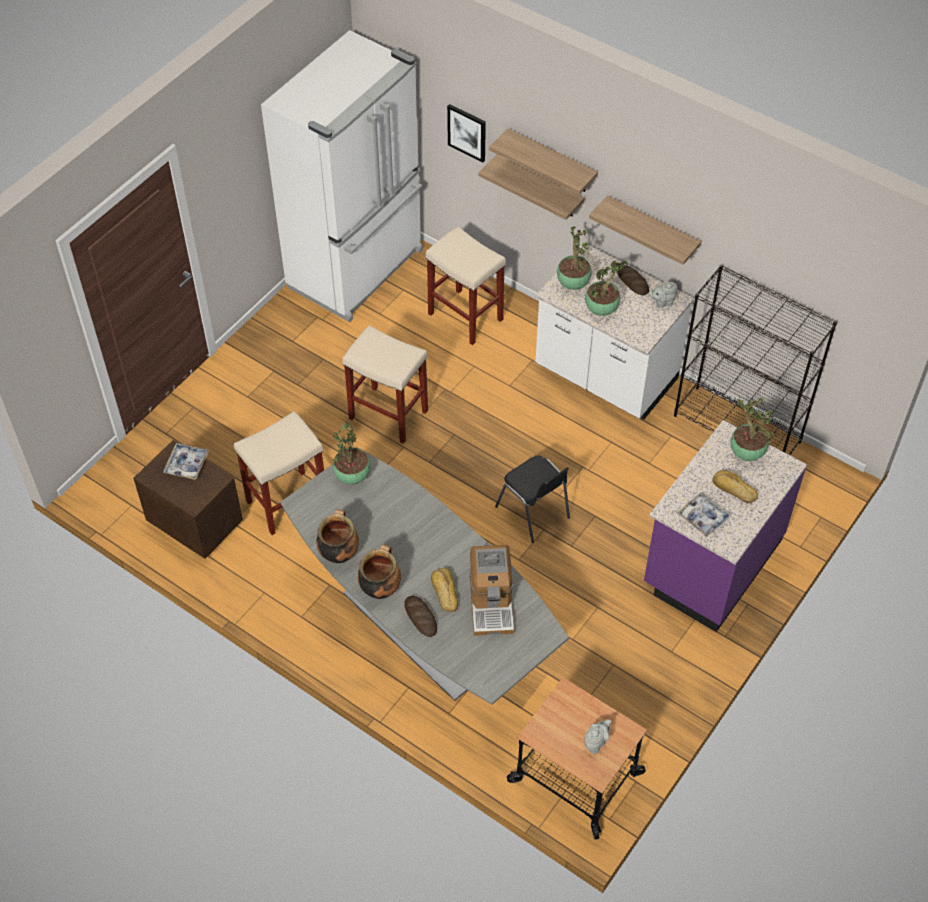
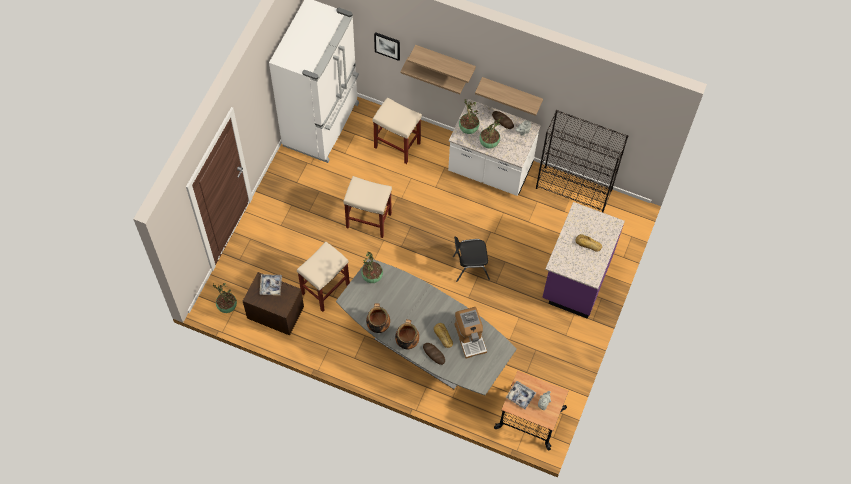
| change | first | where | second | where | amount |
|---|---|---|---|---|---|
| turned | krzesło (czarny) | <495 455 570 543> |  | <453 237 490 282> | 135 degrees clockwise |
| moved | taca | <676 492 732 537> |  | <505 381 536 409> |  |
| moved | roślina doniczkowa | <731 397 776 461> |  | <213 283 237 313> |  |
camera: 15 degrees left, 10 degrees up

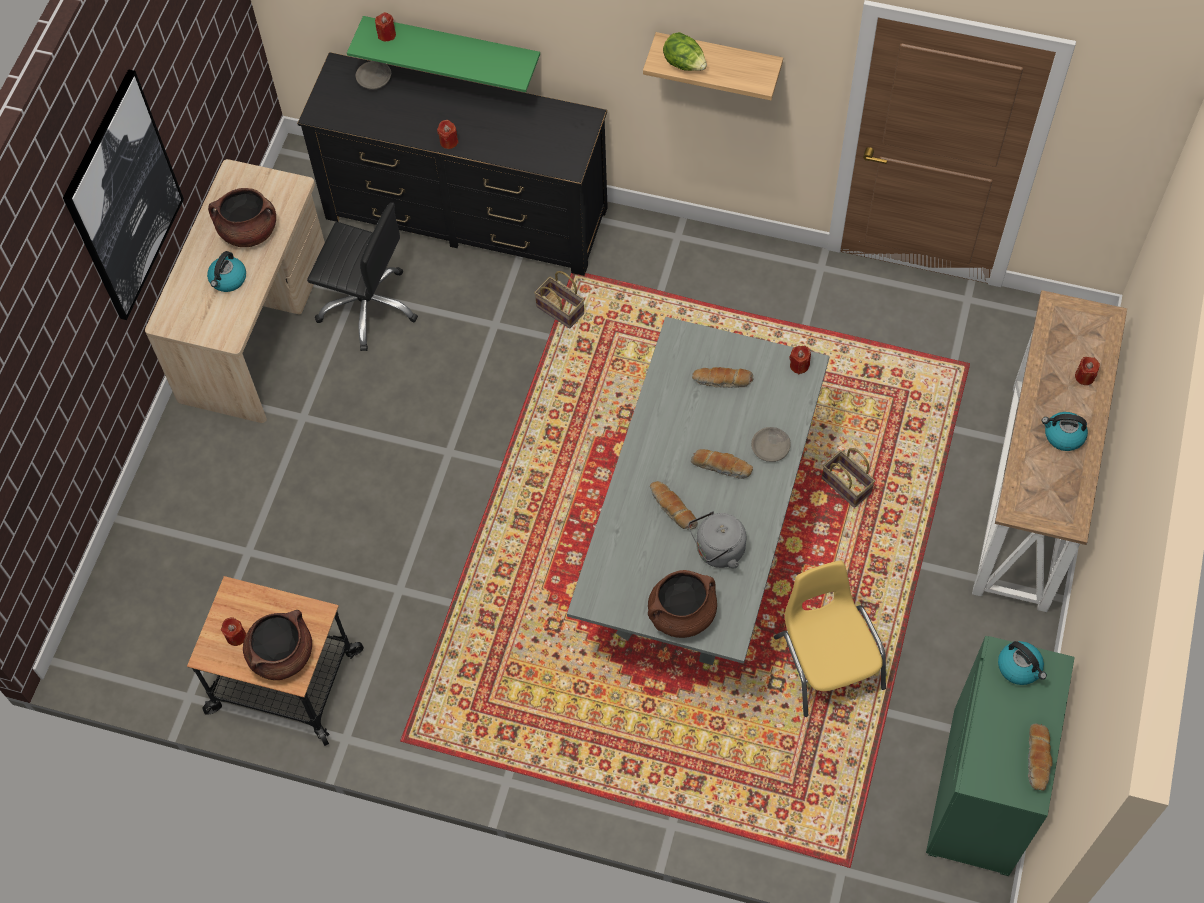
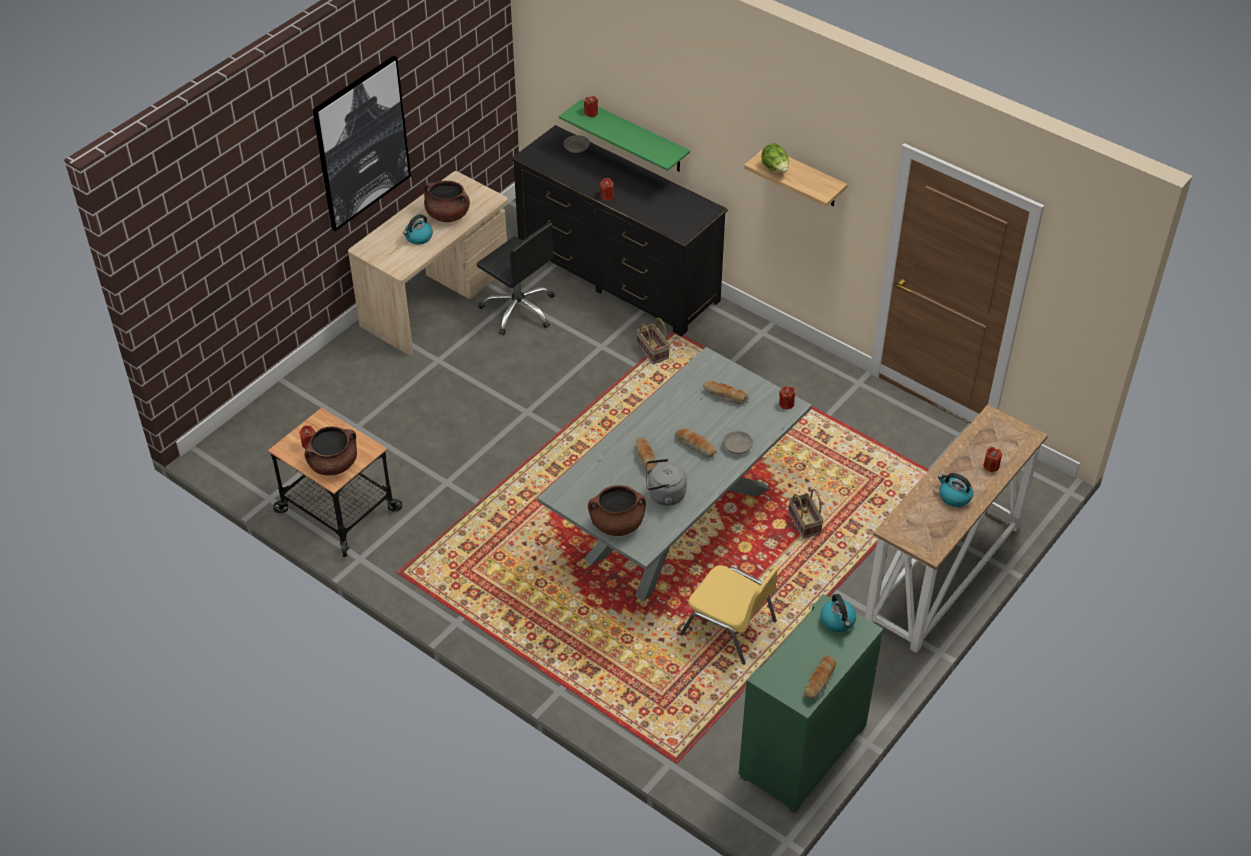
| change | first | where | second | where | amount |
|---|---|---|---|---|---|
| turned | krzesło (żółty) | <774 561 886 717> |  | <680 565 779 665> | 120 degrees clockwise |
camera: 20 degrees right, 15 degrees down

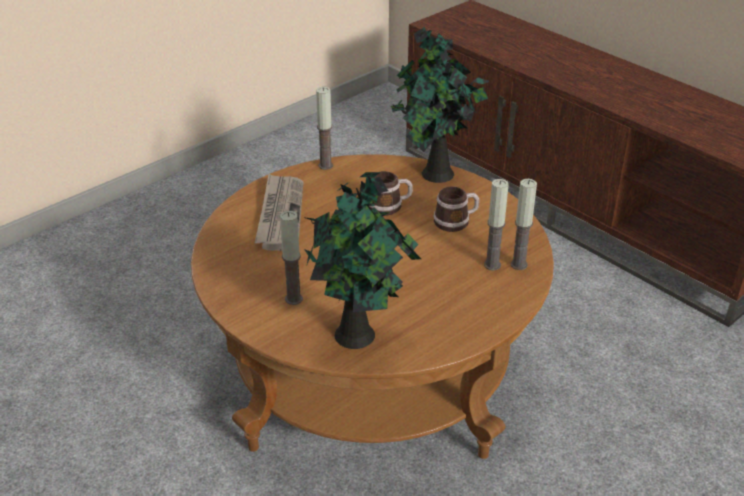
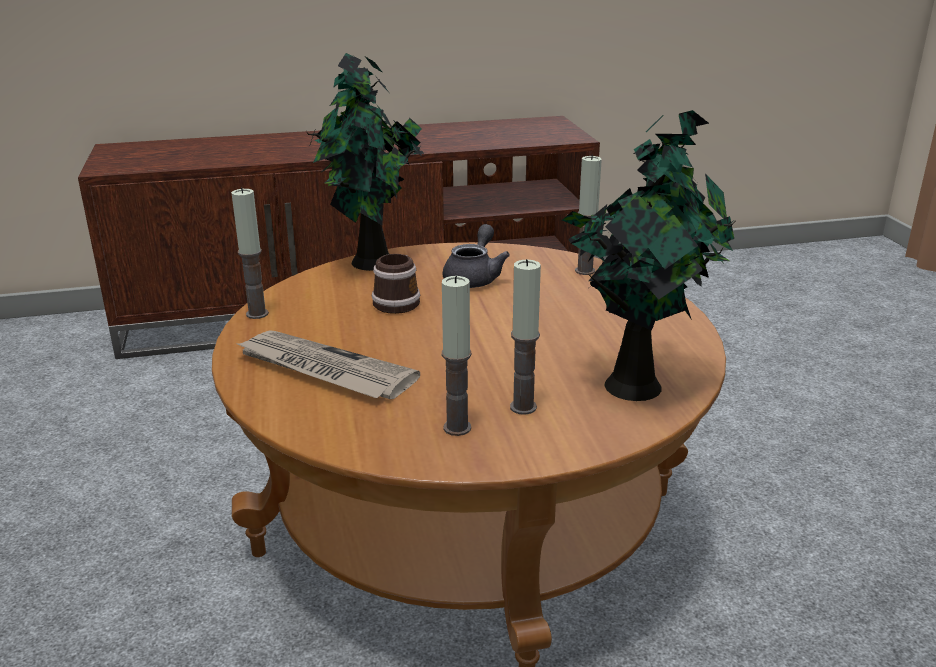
| change | first | where | second | where | amount |
|---|---|---|---|---|---|
| replaced | kubek | <433 186 479 232> | imbryk (szary) | <443 224 510 288> |  |
| moved | świeca | <484 179 509 270> |  | <442 276 472 436> |  |
camera: 60 degrees left, 10 degrees down

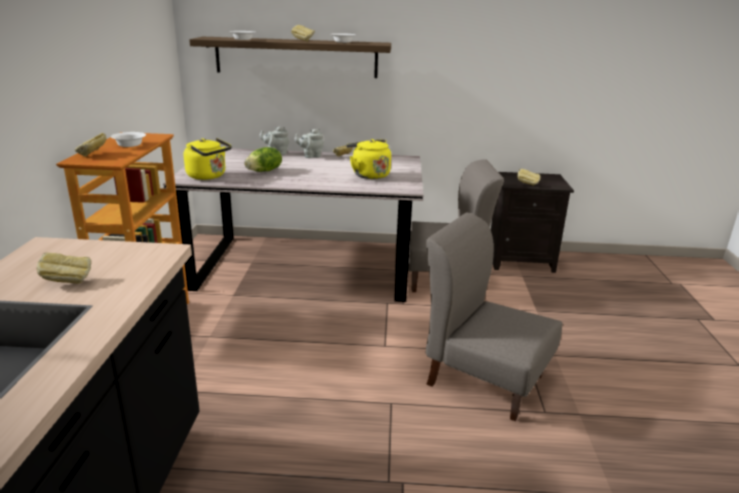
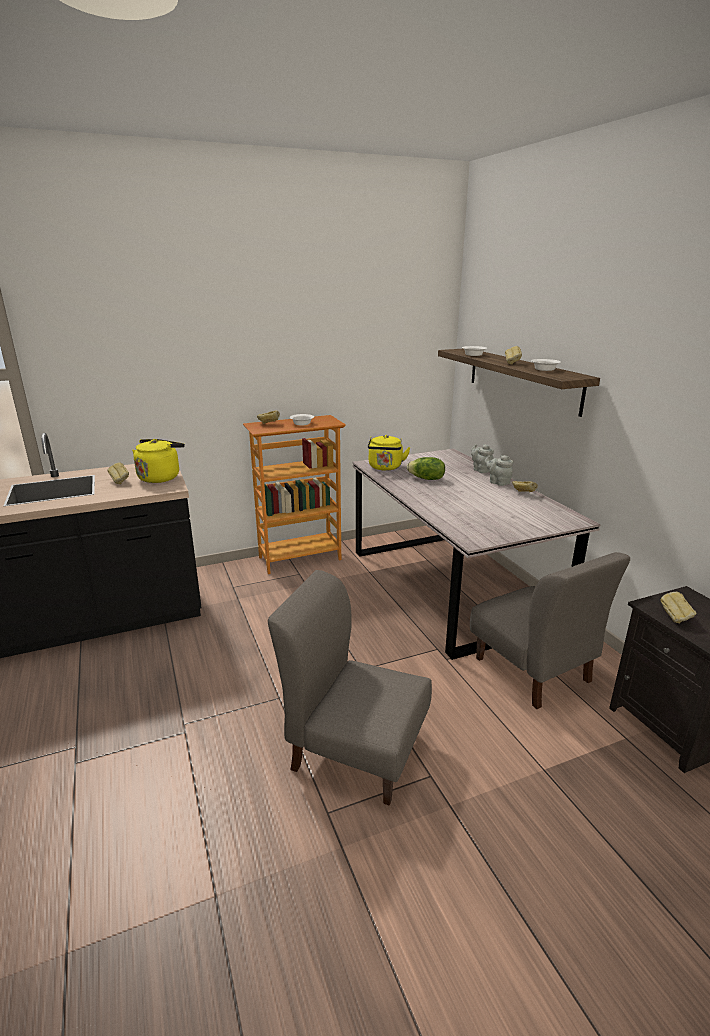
| change | first | where | second | where | amount |
|---|---|---|---|---|---|
| moved | czajnik (żółty) | <346 139 391 179> |  | <132 439 185 483> |  |
| turned | krzesło (szary) | <426 213 562 421> |  | <268 570 432 806> | 75 degrees counterclockwise |
camera: 65 degrees right, 0 degrees up

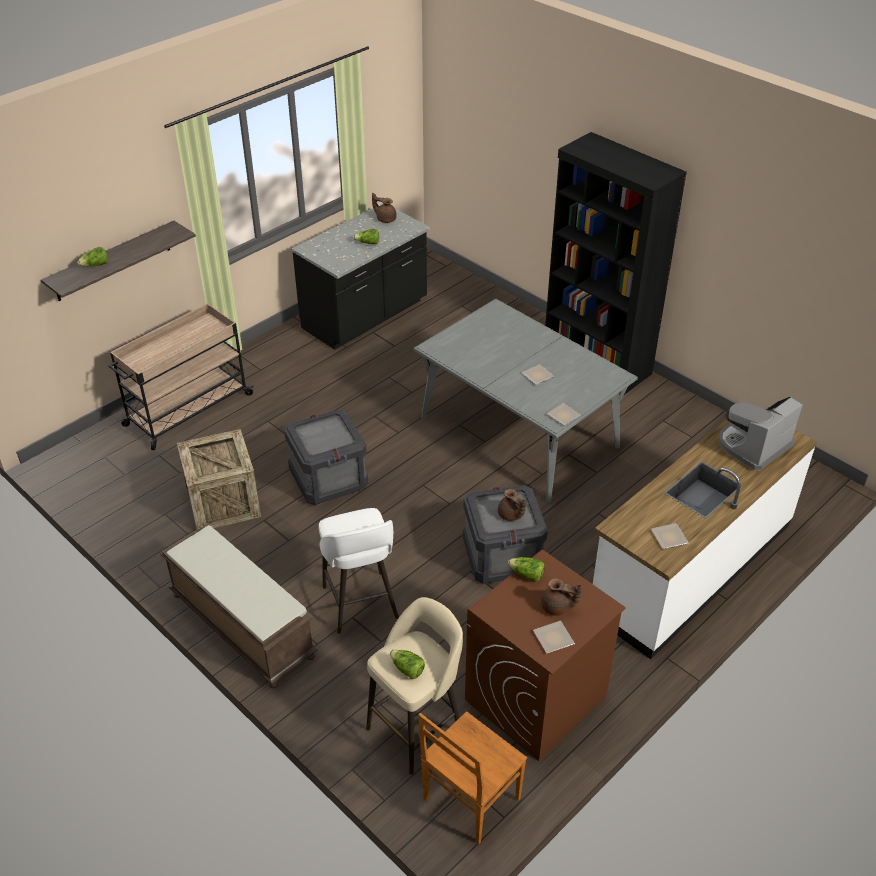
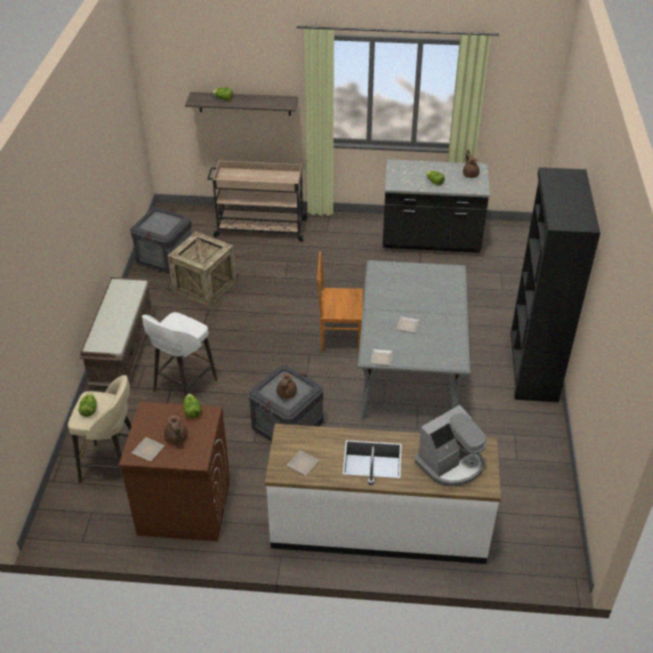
| change | first | where | second | where | amount |
|---|---|---|---|---|---|
| moved | skrzynka | <284 410 368 505> |  | <130 208 192 273> |  |
| moved | krzesło (brązowy) | <418 711 527 844> |  | <317 252 363 353> |  |
| turned | ekspres do kawy | <718 396 803 471> |  | <415 405 487 487> | 135 degrees clockwise |
camera: 50 degrees right, 0 degrees up

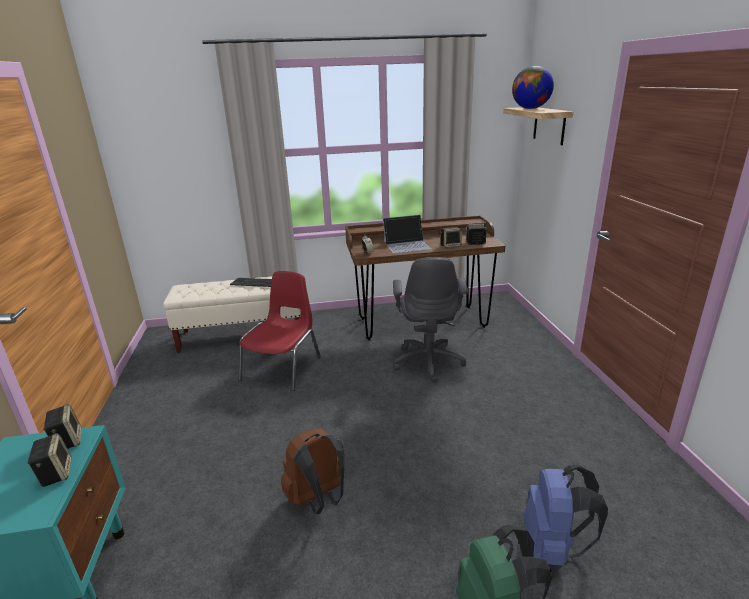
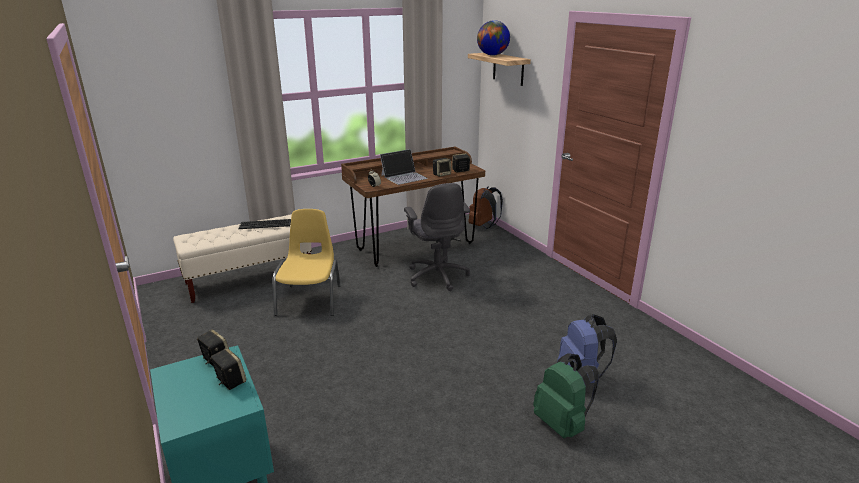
| change | first | where | second | where | amount |
|---|---|---|---|---|---|
| recoloured | krzesło (czerwony) | <239 271 321 391> | krzesło (żółty) | <273 209 341 316> |  |
| moved | plecak (brązowy) | <281 428 344 514> |  | <468 186 503 229> |  |
camera: 20 degrees left, 0 degrees up

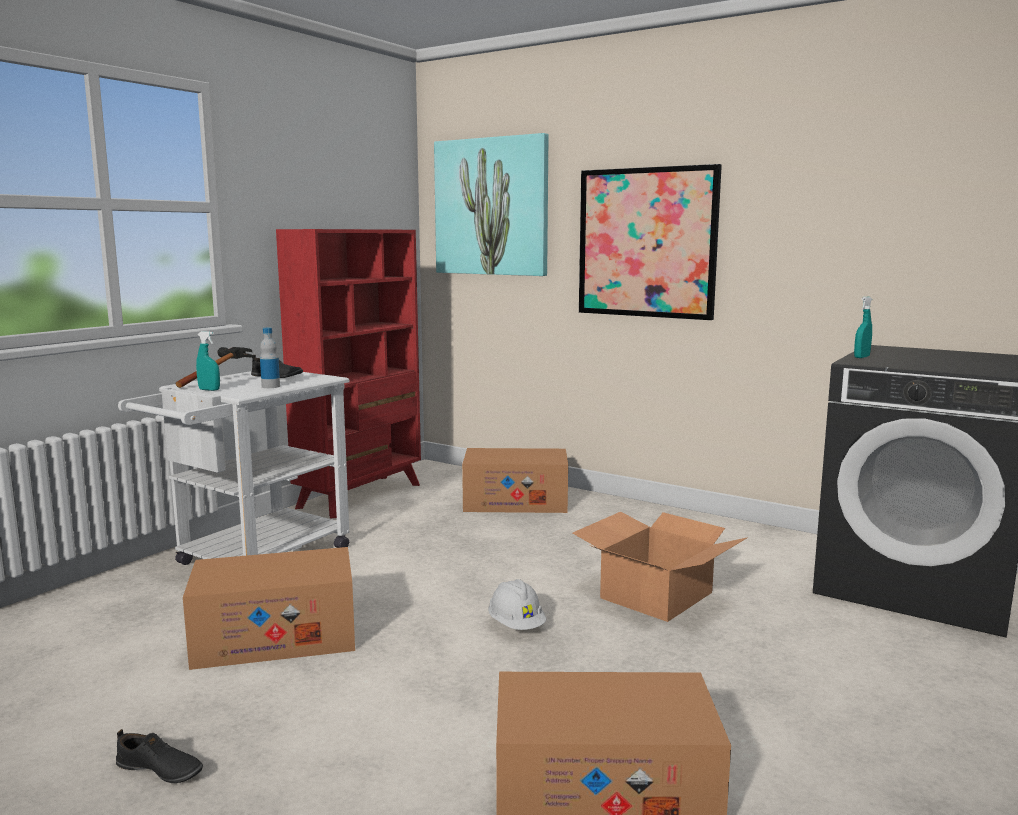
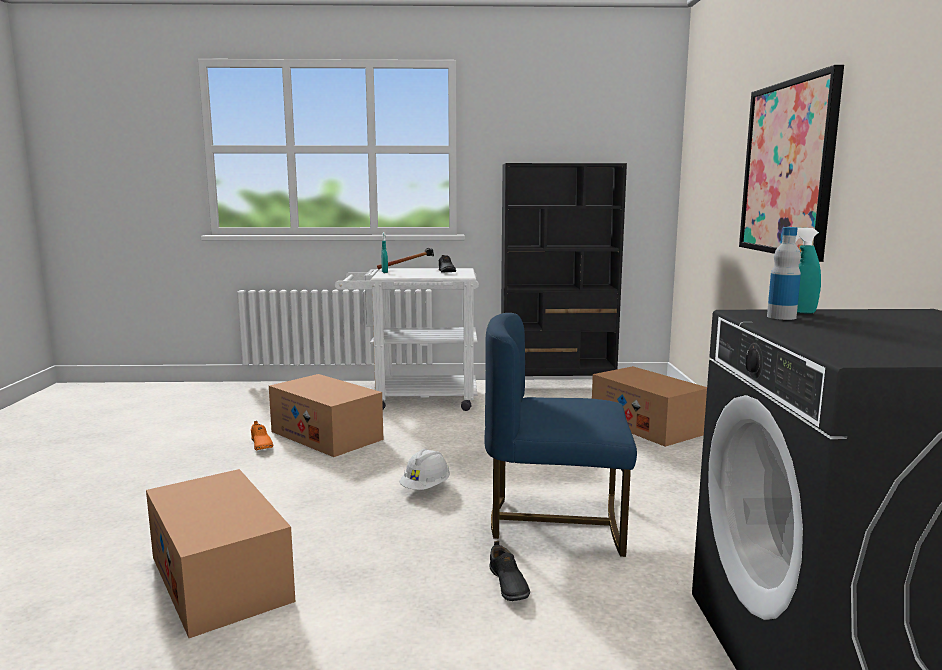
| change | first | where | second | where | amount |
|---|---|---|---|---|---|
| moved | but (czarny) | <116 729 203 783> |  | <489 541 530 601> |  |
| moved | butelka | <260 328 280 388> |  | <767 227 801 320> |  |
| recoloured | regał (czerwony) | <276 229 421 518> | regał (czarny) | <501 163 627 376> |  |
| removed | obraz | <434 133 548 276> |  |  |  |
| replaced | karton | <573 512 748 622> | krzesło (niebieski) | <485 313 637 557> |  |
| added |  |  | but (pomarańczowy) | <251 421 274 450> |  |
camera: 55 degrees right, 0 degrees up

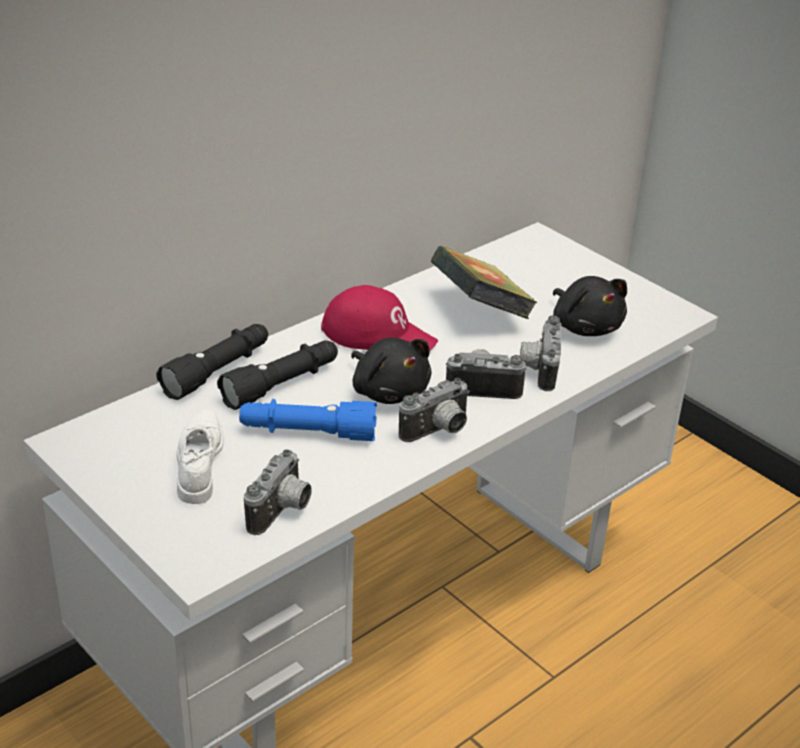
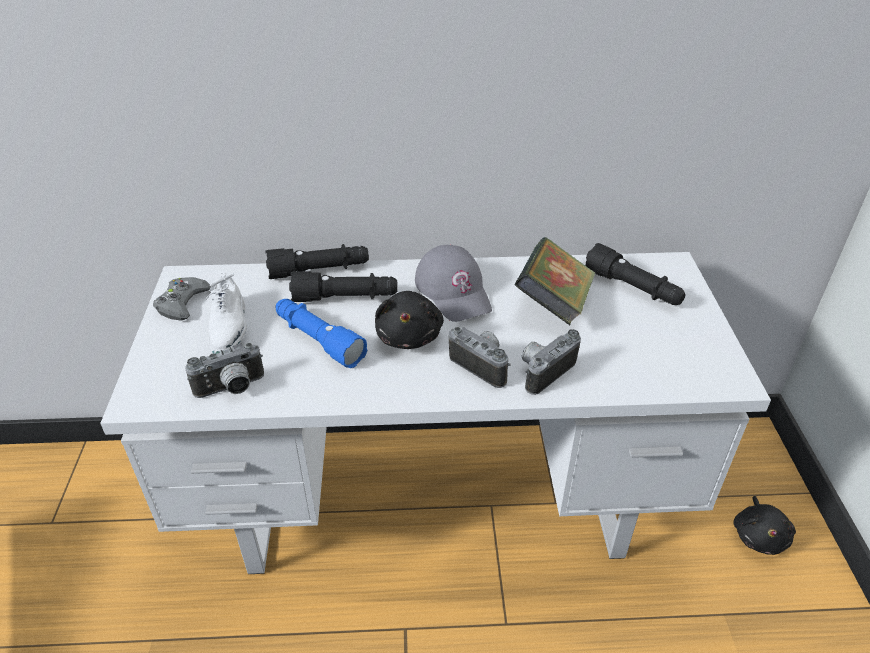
| change | first | where | second | where | amount |
|---|---|---|---|---|---|
| turned | but (biały) | <177 410 224 504> |  | <204 272 247 354> | 135 degrees clockwise |
| recoloured | czapka z daszkiem (czerwony) | <321 285 438 350> | czapka z daszkiem (szary) | <415 245 492 322> |  |
| removed | aparat fotograficzny | <399 378 470 442> |  |  |  |
| moved | pluszak (czarny) | <553 276 627 336> |  | <734 496 796 555> |  |
| added |  |  | pad do gier (szary) | <153 277 211 321> |  |
| added |  |  | latarka (czarny) | <585 243 686 305> |  |
camera: 40 degrees right, 5 degrees up

